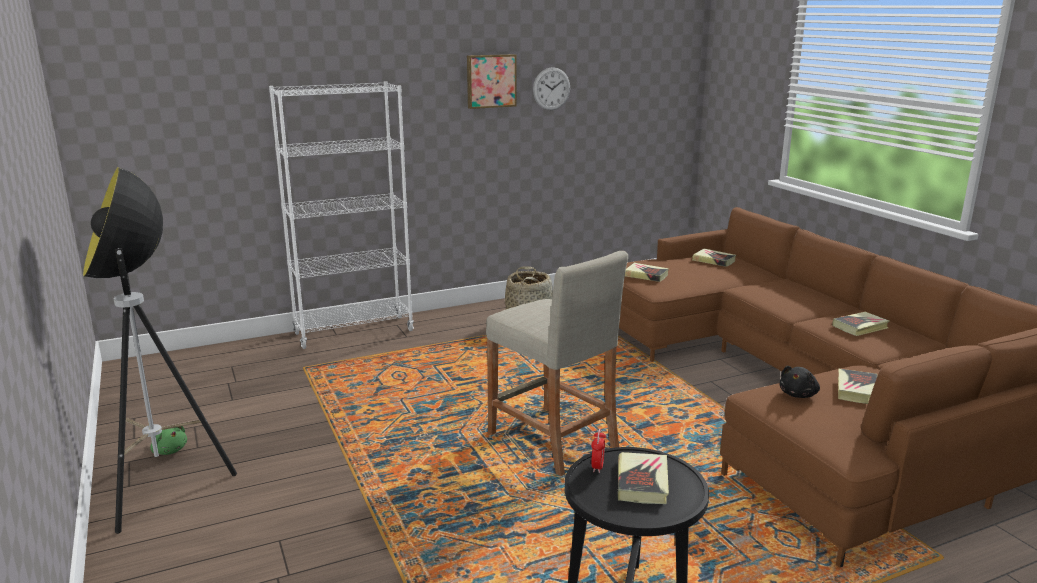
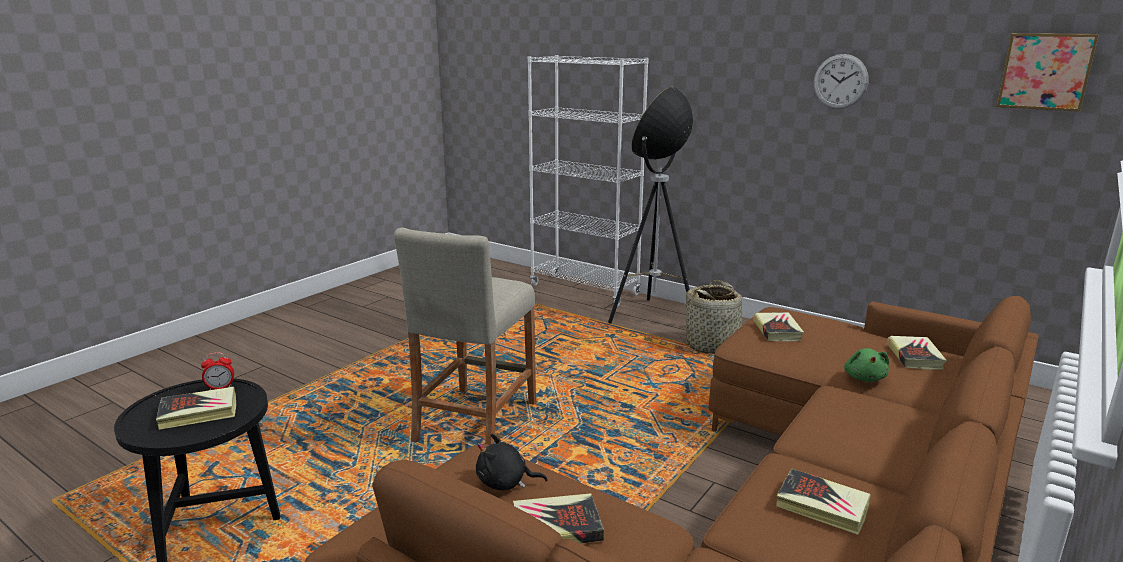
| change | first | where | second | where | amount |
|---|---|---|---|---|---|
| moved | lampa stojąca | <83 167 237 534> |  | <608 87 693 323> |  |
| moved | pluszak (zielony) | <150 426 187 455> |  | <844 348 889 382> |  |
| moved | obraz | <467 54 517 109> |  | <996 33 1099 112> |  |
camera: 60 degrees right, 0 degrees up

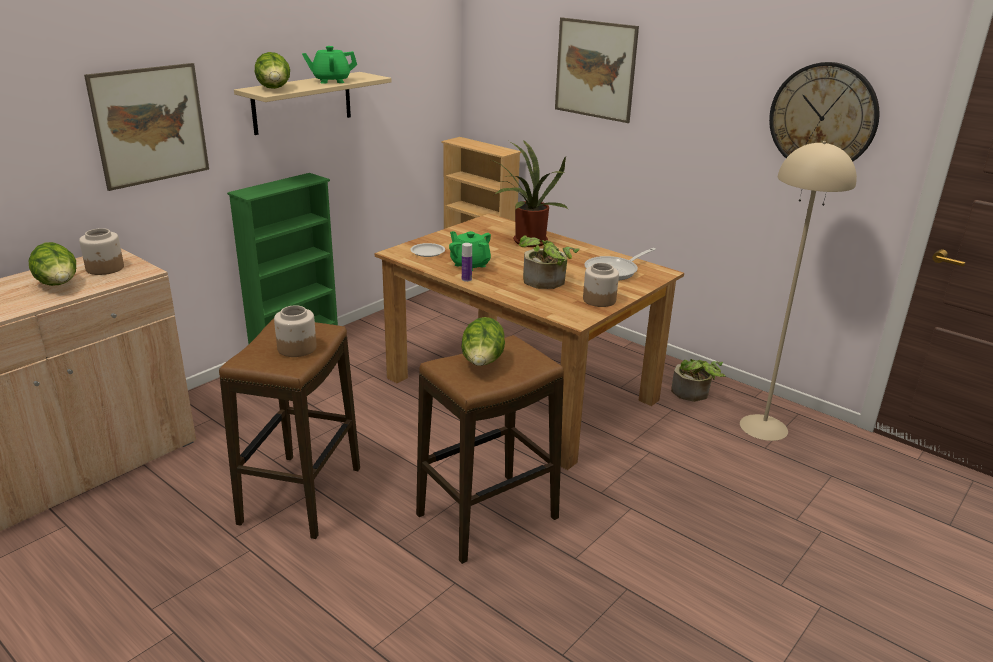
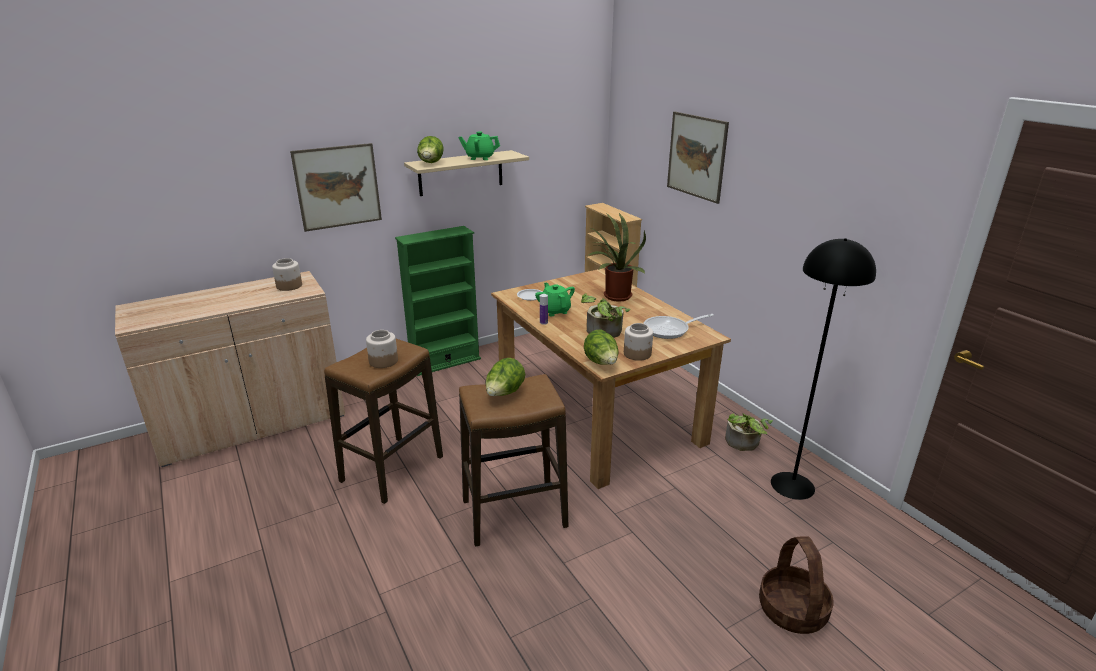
| change | first | where | second | where | amount |
|---|---|---|---|---|---|
| moved | sałata | <28 242 76 286> |  | <584 330 619 364> |  |
| recoloured | lampa stojąca (beżowy) | <740 141 857 441> | lampa stojąca (czarny) | <771 238 876 500> |  |
| removed | zegar ścienny | <769 62 879 161> |  |  |  |
| added |  |  | koszyk | <759 537 834 634> |  |
camera: 20 degrees right, 0 degrees up

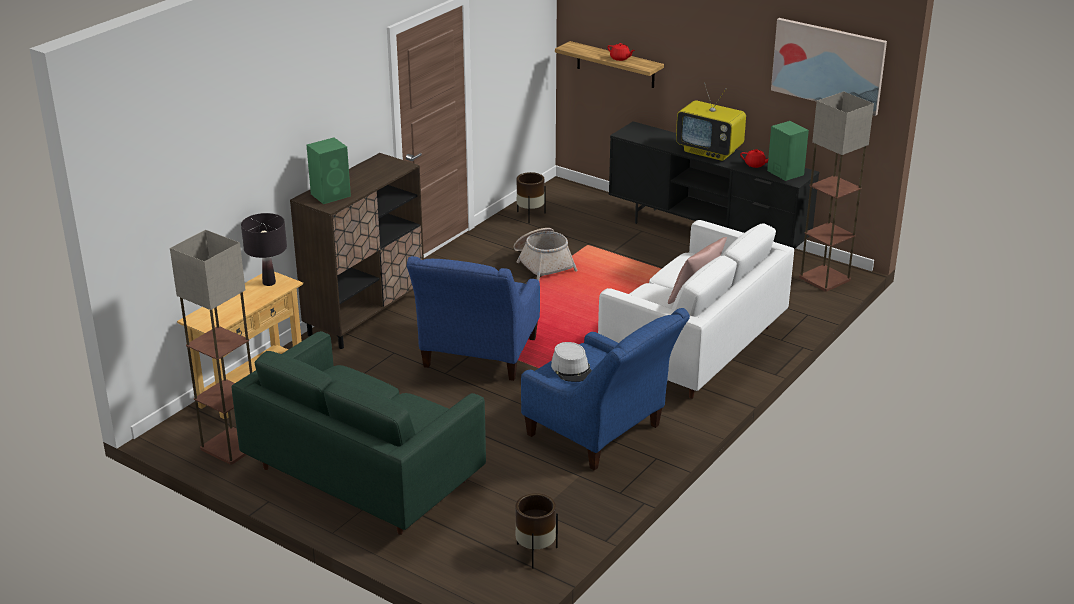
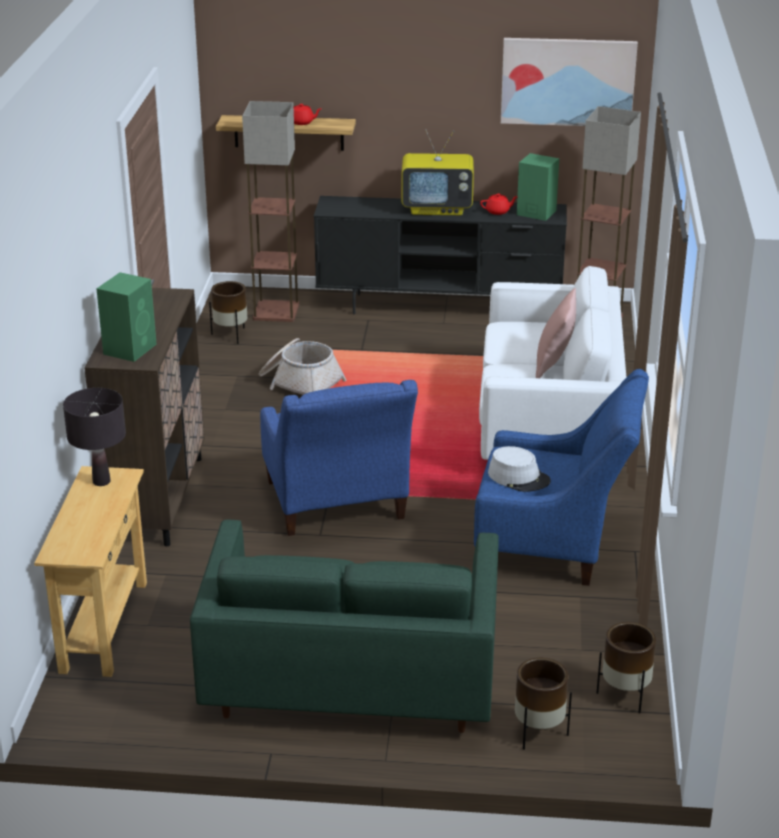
| change | first | where | second | where | amount |
|---|---|---|---|---|---|
| moved | lampa stojąca | <170 230 252 465> |  | <242 101 299 322> |  |
| added |  |  | donica (brązowy) | <515 658 572 750> |  |
camera: 30 degrees left, 0 degrees up

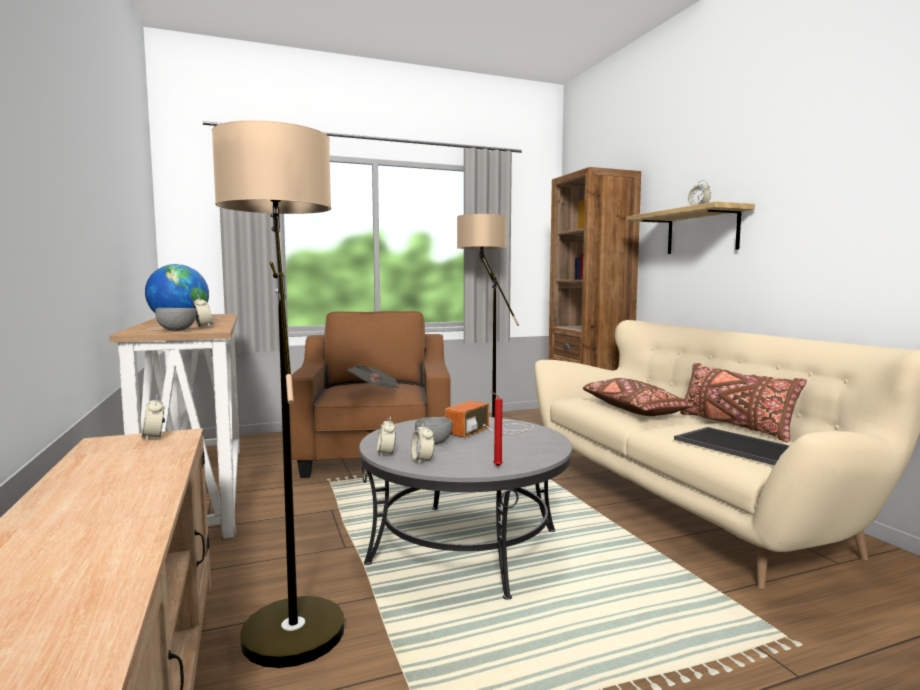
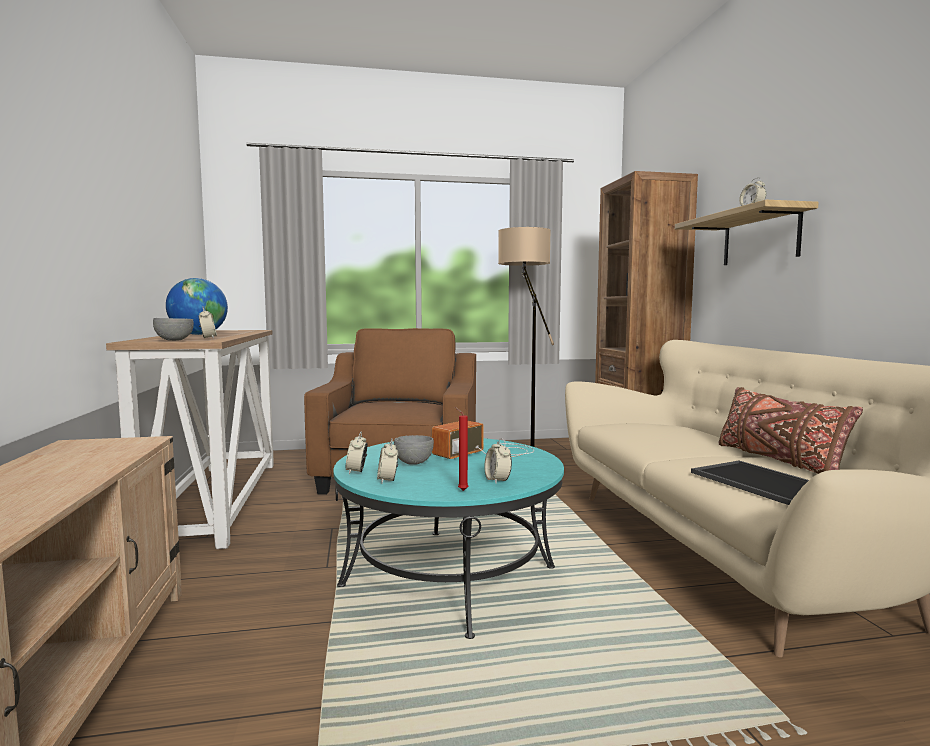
| change | first | where | second | where | amount |
|---|---|---|---|---|---|
| moved | budzik | <142 395 165 441> |  | <484 438 512 483> |  |
| removed | lampa stojąca | <212 120 344 668> |  |  |  |
| removed | gazeta | <347 366 400 388> |  |  |  |
| recoloured | ława (szary) | <359 417 572 600> | ława (turkusowy) | <333 438 564 639> |  |
| removed | poduszka (brązowy) | <583 378 694 416> |  |  |  |
camera: 10 degrees right, 0 degrees up

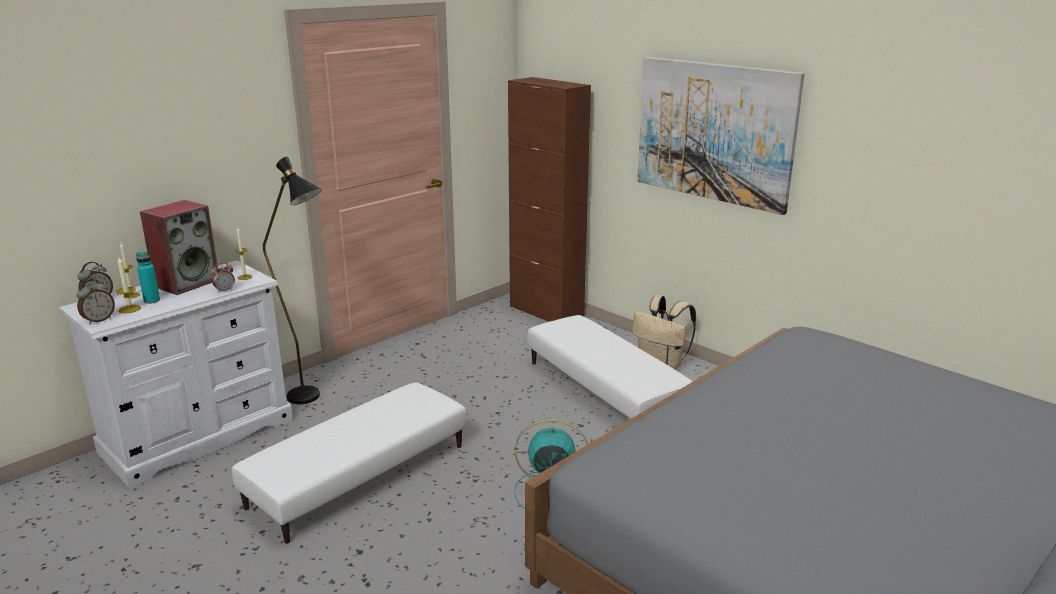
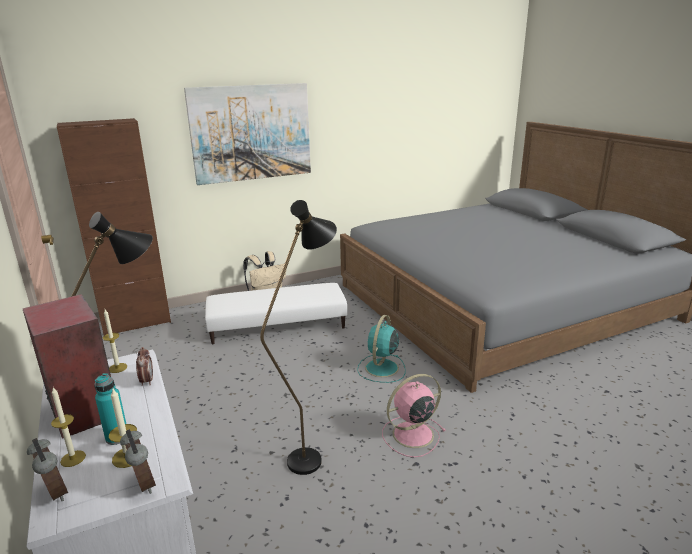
| change | first | where | second | where | amount |
|---|---|---|---|---|---|
| replaced | pufa (biały) | <232 382 466 544> | lampa stojąca (czarny) | <260 200 337 475> |  |
| added |  |  | wentylator (różowy) | <382 374 446 457> |  |
camera: 70 degrees left, 0 degrees up

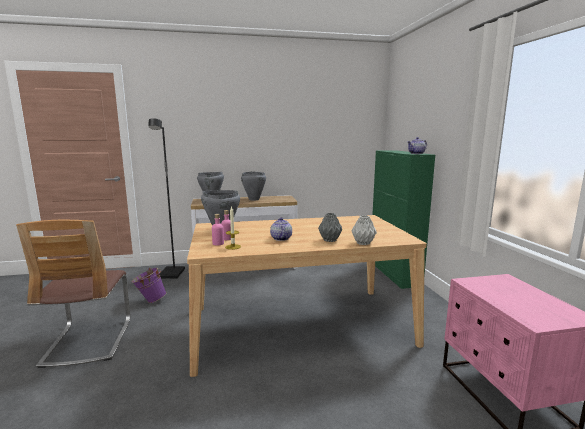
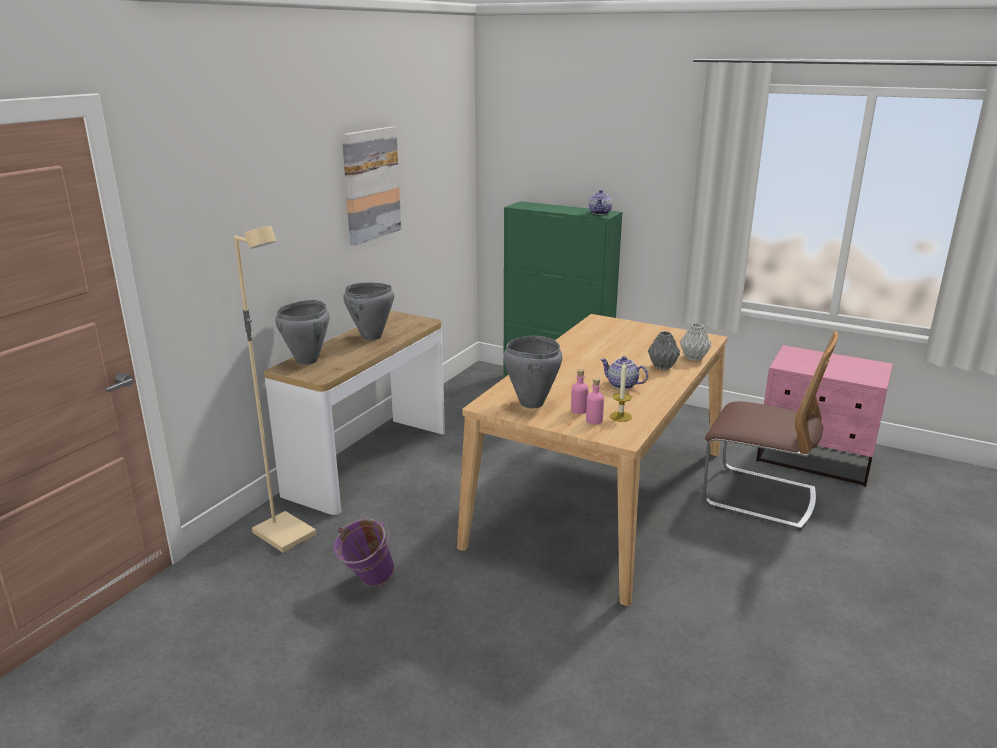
| change | first | where | second | where | amount |
|---|---|---|---|---|---|
| moved | krzesło | <16 220 130 368> |  | <703 330 838 530> |  |
| recoloured | lampa stojąca (czarny) | <148 118 185 279> | lampa stojąca (beżowy) | <234 226 316 553> |  |
| added |  |  | obraz | <342 126 401 245> |  |
camera: 50 degrees left, 10 degrees up

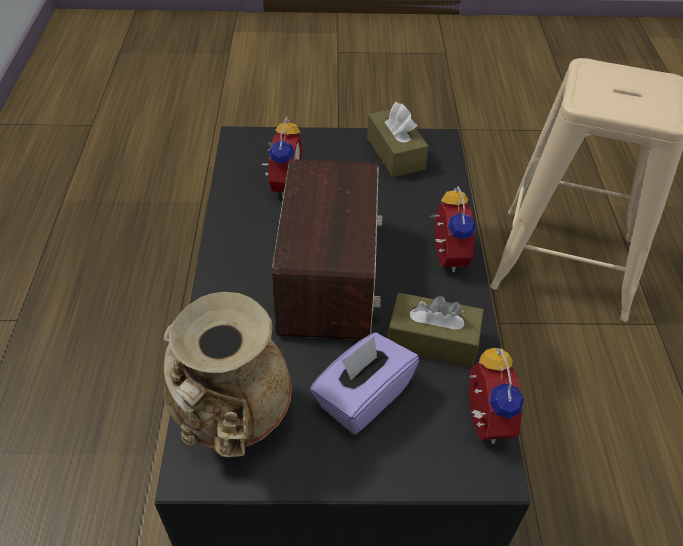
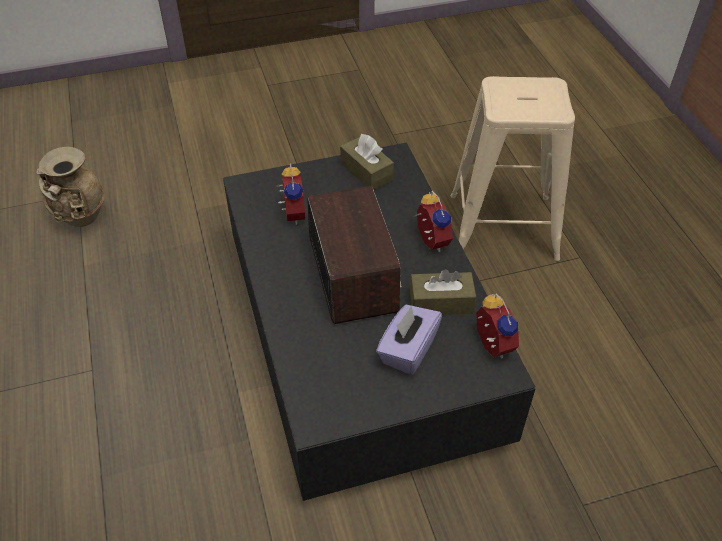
| change | first | where | second | where | amount |
|---|---|---|---|---|---|
| moved | wazon (beżowy) | <163 292 292 457> |  | <36 147 105 227> |  |
camera: 15 degrees left, 0 degrees up

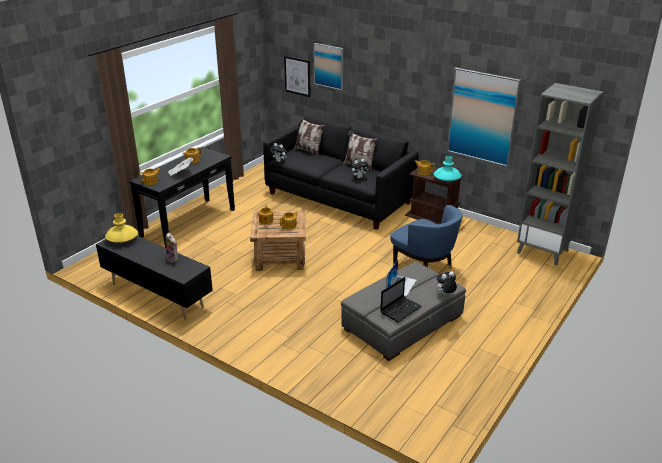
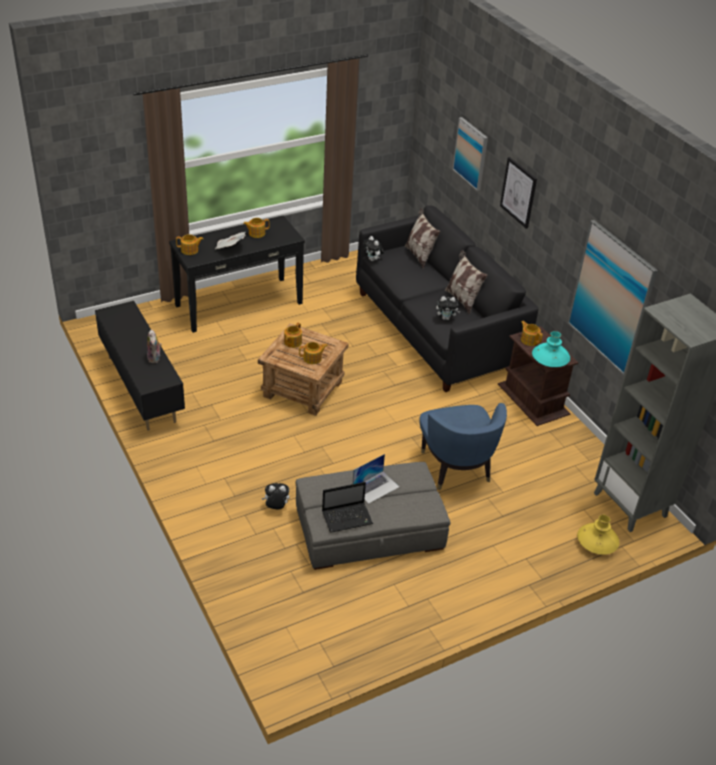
| change | first | where | second | where | amount |
|---|---|---|---|---|---|
| moved | wazon (żółty) | <105 213 138 243> |  | <577 515 619 555> |  |
| moved | obraz | <284 56 311 97> |  | <500 157 537 229> |  |
| moved | pluszak | <436 271 457 294> |  | <262 483 289 509> |  |
camera: 25 degrees right, 10 degrees up

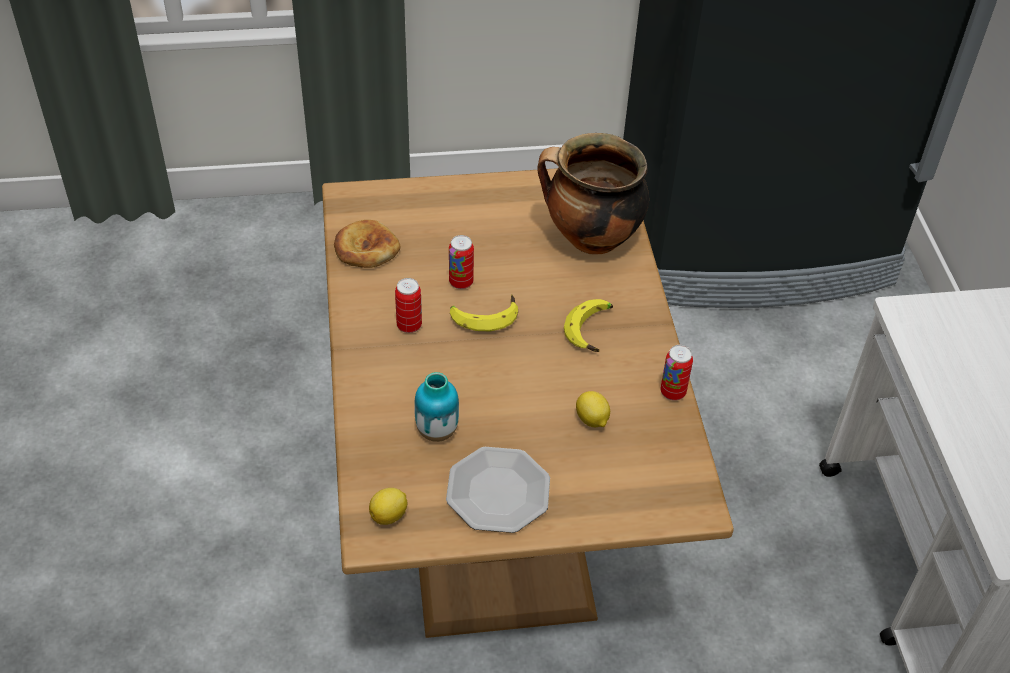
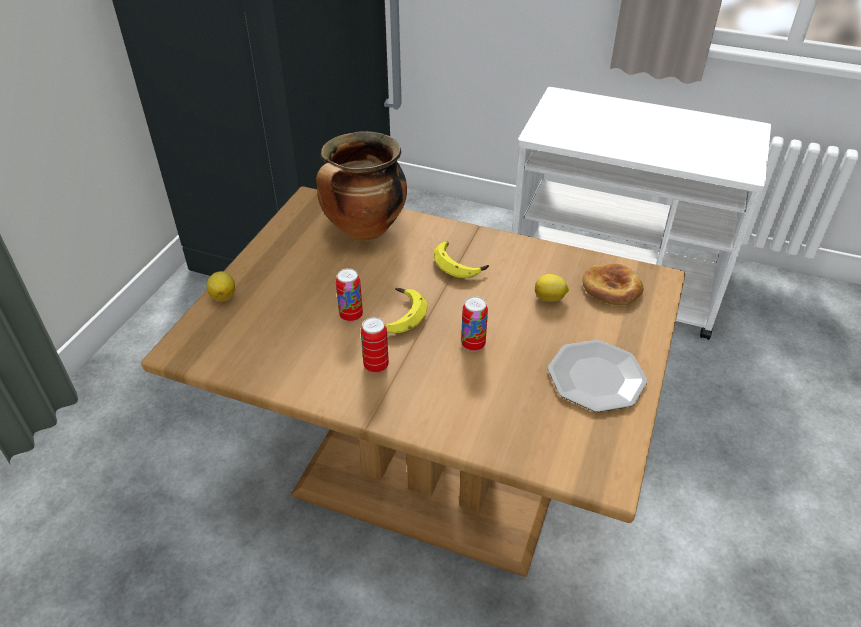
| change | first | where | second | where | amount |
|---|---|---|---|---|---|
| moved | chleb | <334 220 401 268> |  | <582 264 644 305> |  |
| moved | cytryna | <369 488 407 525> |  | <207 271 235 301> |  |
| removed | wazon | <414 372 459 442> |  |  |  |
| moved | puszka | <660 345 693 401> |  | <461 296 488 351> |  |
camera: 60 degrees left, 5 degrees down

